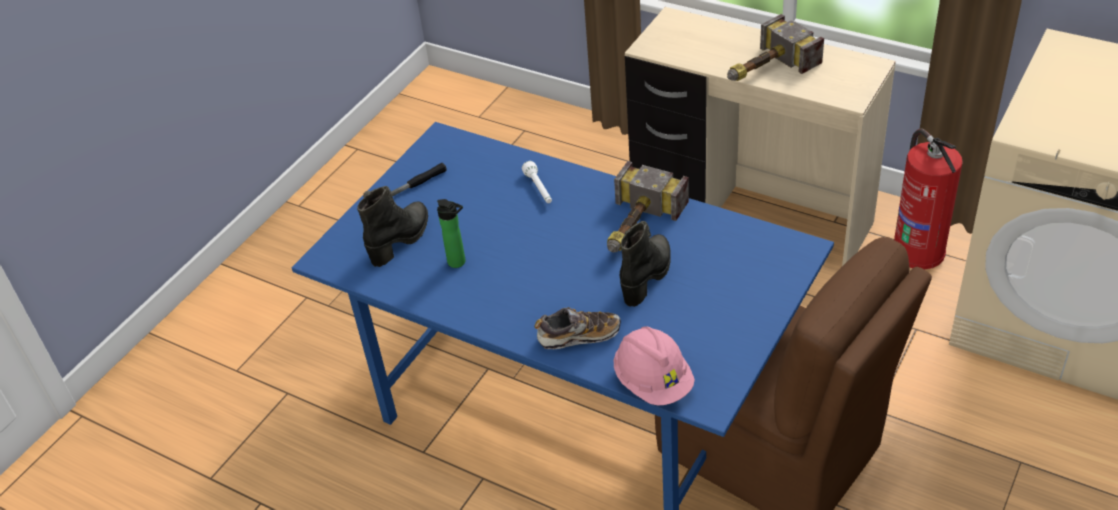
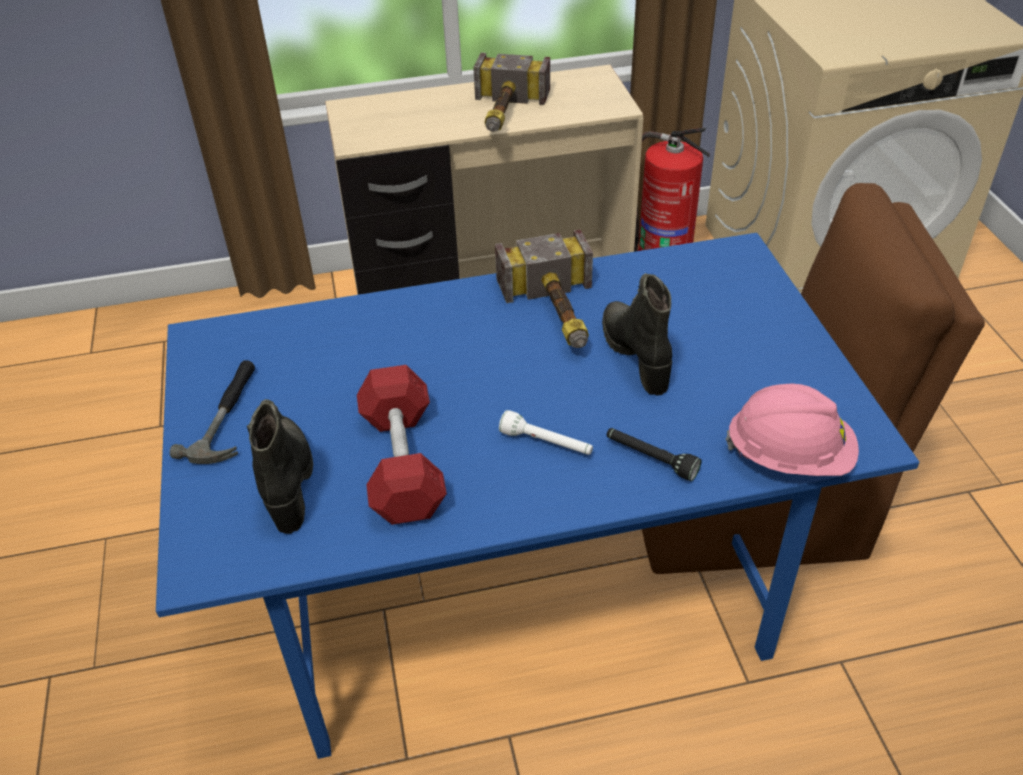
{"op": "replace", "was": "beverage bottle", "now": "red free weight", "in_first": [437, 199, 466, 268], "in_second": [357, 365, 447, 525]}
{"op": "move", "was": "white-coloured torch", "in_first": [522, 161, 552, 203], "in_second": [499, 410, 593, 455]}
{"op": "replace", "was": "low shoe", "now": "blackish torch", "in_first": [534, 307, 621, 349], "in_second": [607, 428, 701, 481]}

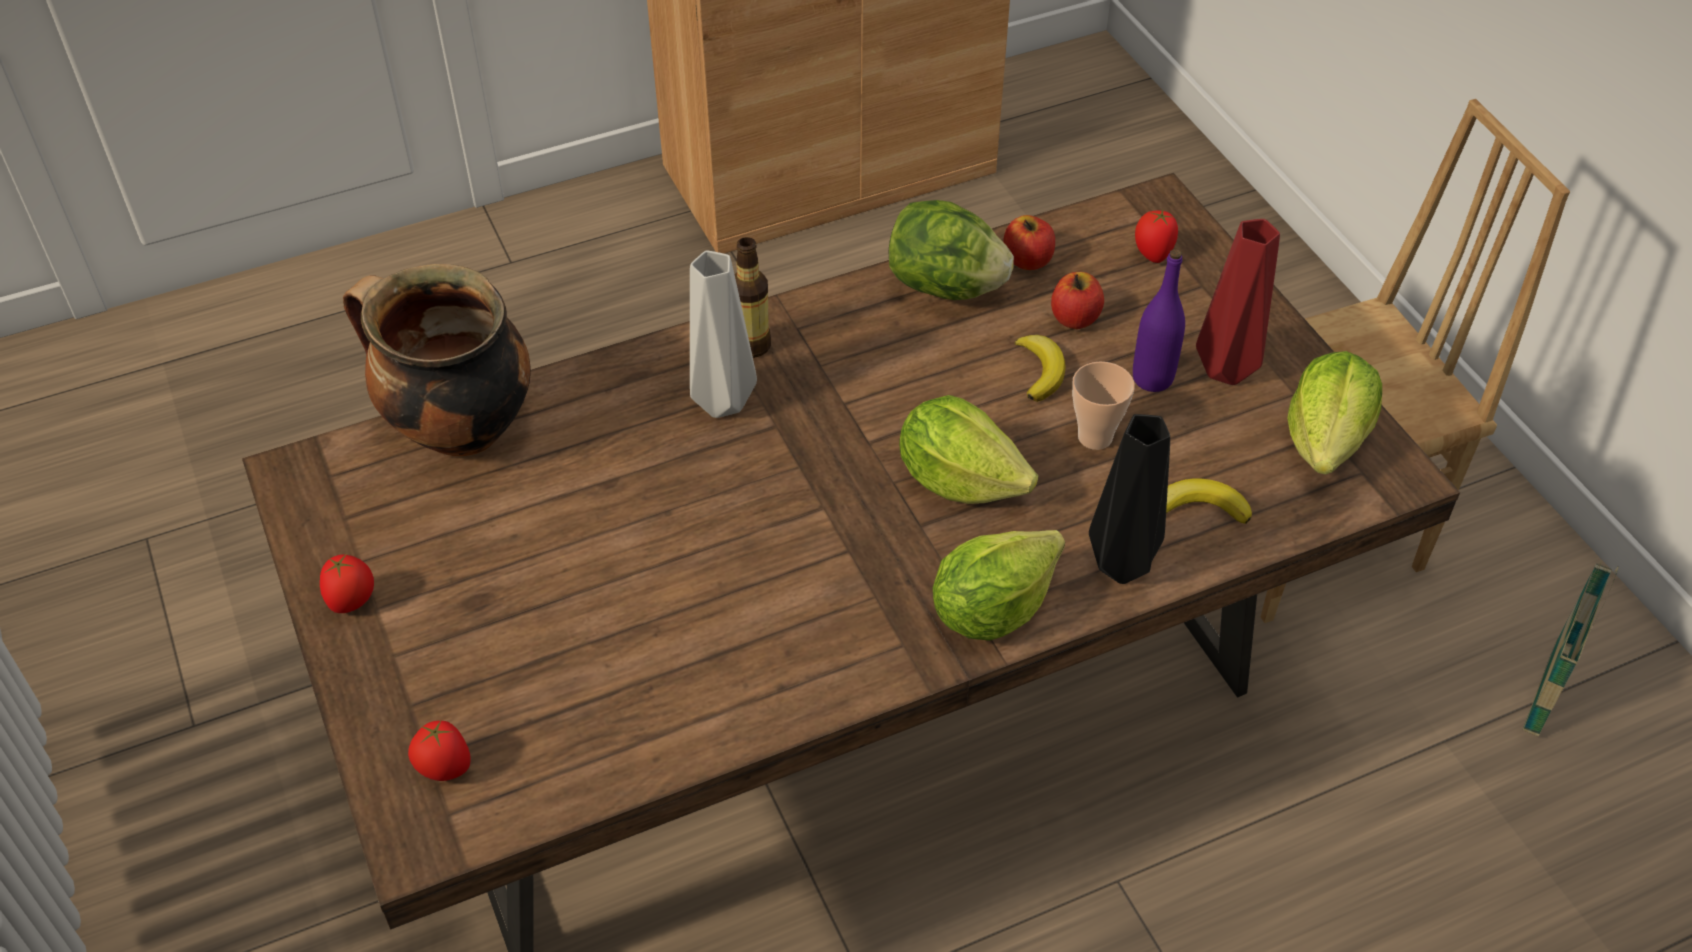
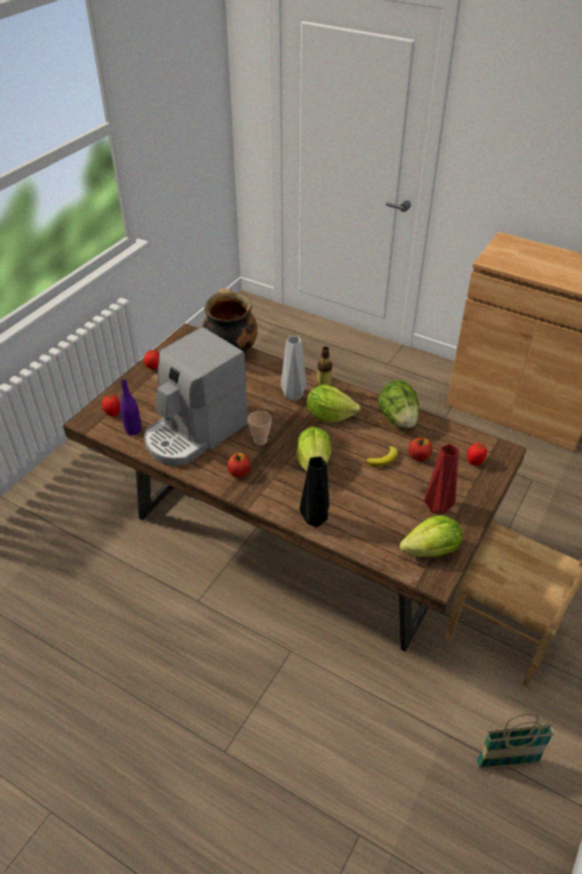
{"op": "move", "was": "purplish beverage bottle", "in_first": [1133, 249, 1185, 392], "in_second": [120, 377, 142, 435]}
{"op": "insert", "now": "coffee machine", "in_second": [144, 327, 248, 466]}
{"op": "move", "was": "apple fruit", "in_first": [1003, 215, 1055, 270], "in_second": [227, 453, 250, 478]}
{"op": "move", "was": "cup", "in_first": [1072, 362, 1135, 450], "in_second": [247, 411, 272, 446]}
{"op": "move", "was": "head of lettuce", "in_first": [933, 530, 1065, 641], "in_second": [307, 384, 361, 422]}
{"op": "delete", "was": "banana", "in_first": [1166, 478, 1252, 524]}

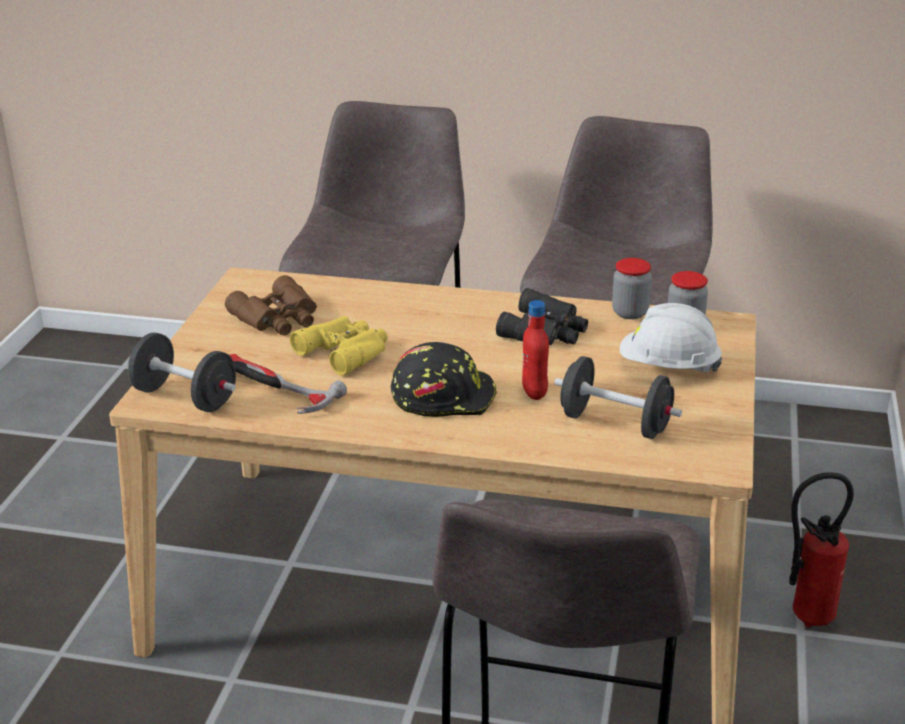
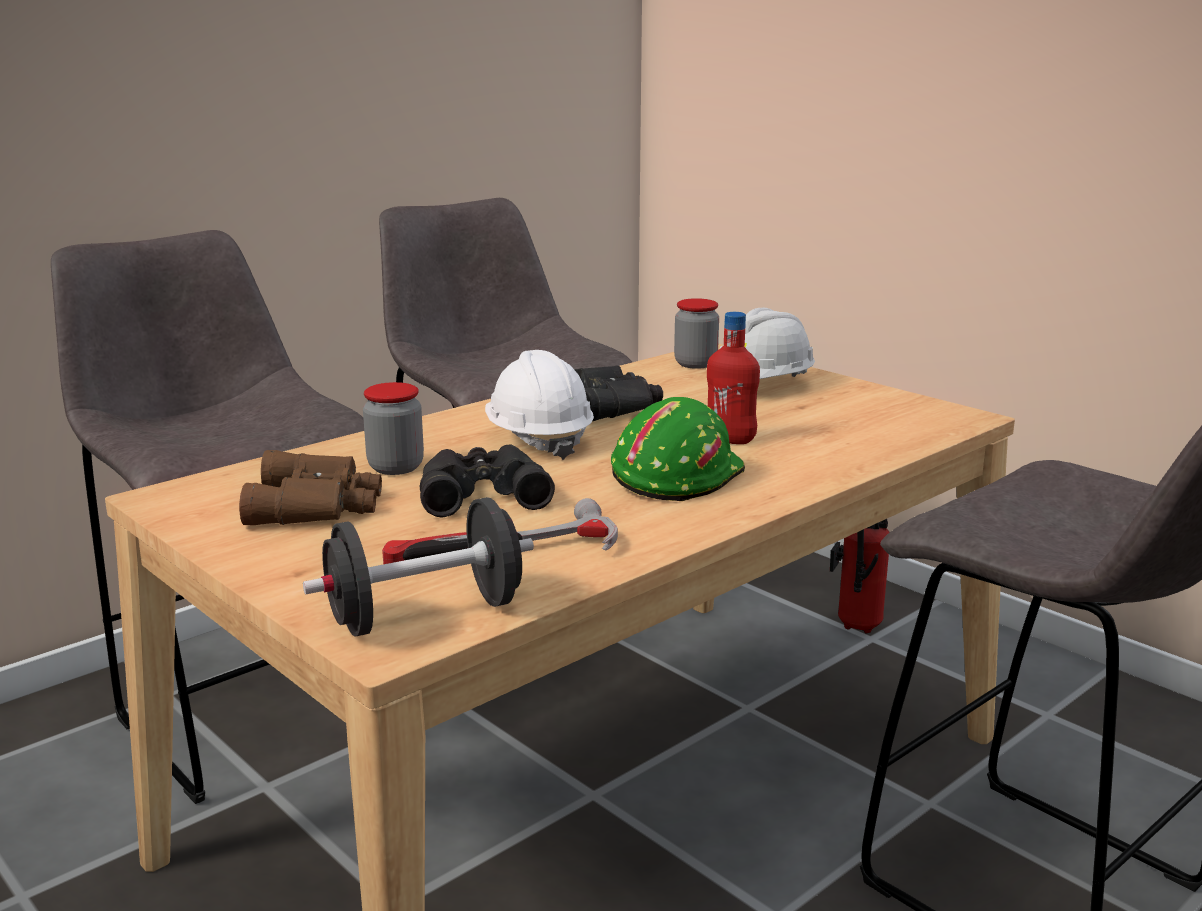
{"op": "move", "was": "preserve jar", "in_first": [612, 258, 652, 319], "in_second": [363, 382, 424, 475]}
{"op": "recolor", "was": "yellowish binoculars", "now": "blackish binoculars", "in_first": [290, 316, 388, 376], "in_second": [420, 445, 555, 518]}
{"op": "insert", "now": "white-coloured work helmet", "in_second": [485, 350, 594, 460]}
{"op": "recolor", "was": "blackish work helmet", "now": "green-coloured work helmet", "in_first": [391, 342, 497, 417], "in_second": [611, 397, 745, 501]}
{"op": "delete", "was": "blackish free weight", "in_first": [554, 356, 682, 439]}

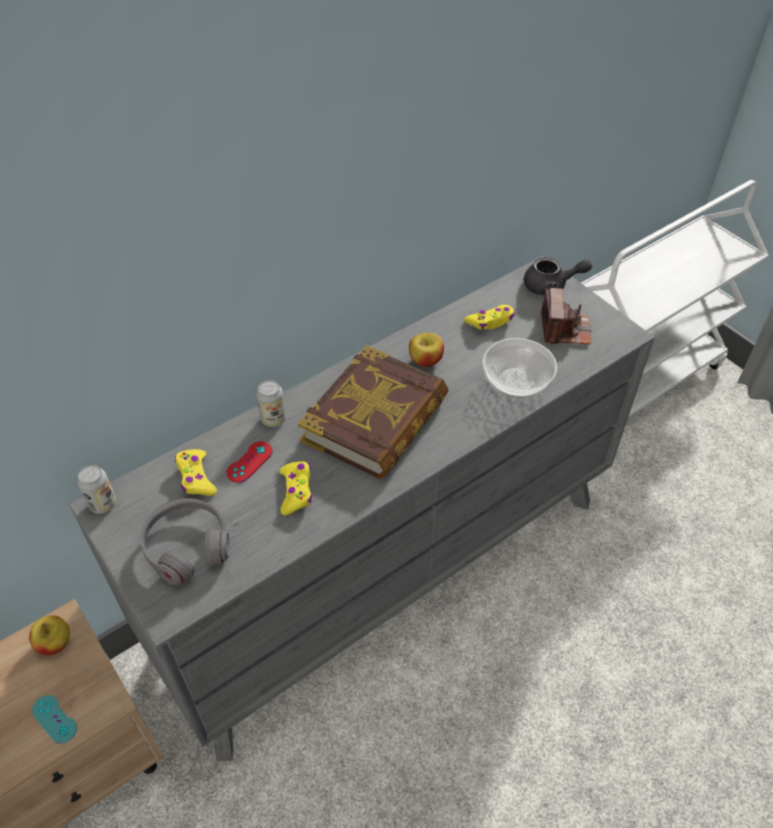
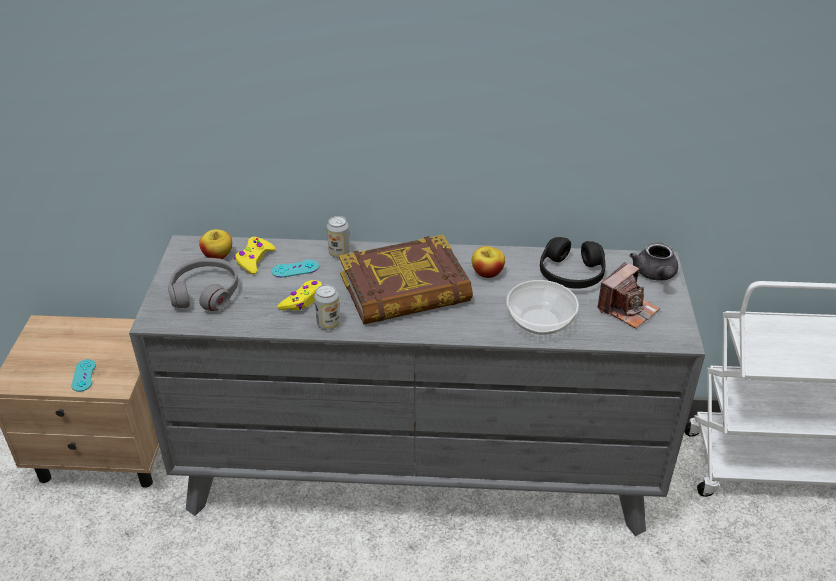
{"op": "move", "was": "apple fruit", "in_first": [29, 615, 70, 655], "in_second": [199, 229, 232, 259]}
{"op": "recolor", "was": "red joypad", "now": "turquoise joypad", "in_first": [226, 441, 273, 483], "in_second": [272, 260, 319, 278]}
{"op": "move", "was": "sealed can", "in_first": [77, 465, 116, 513], "in_second": [314, 284, 340, 330]}
{"op": "replace", "was": "yellowish joypad", "now": "blackish headset", "in_first": [464, 305, 515, 330], "in_second": [540, 237, 606, 289]}
{"op": "rotate", "was": "grey tea pot", "in_first": [524, 257, 592, 295], "in_second": [630, 242, 678, 281], "clockwise": 45}

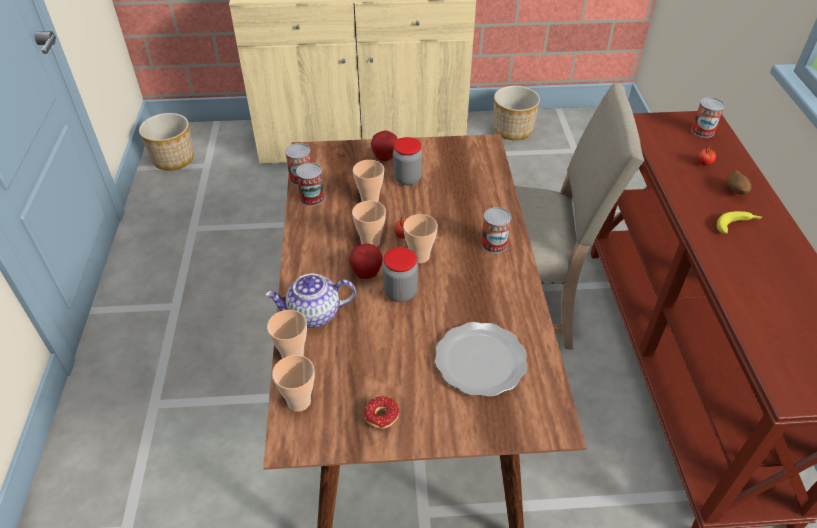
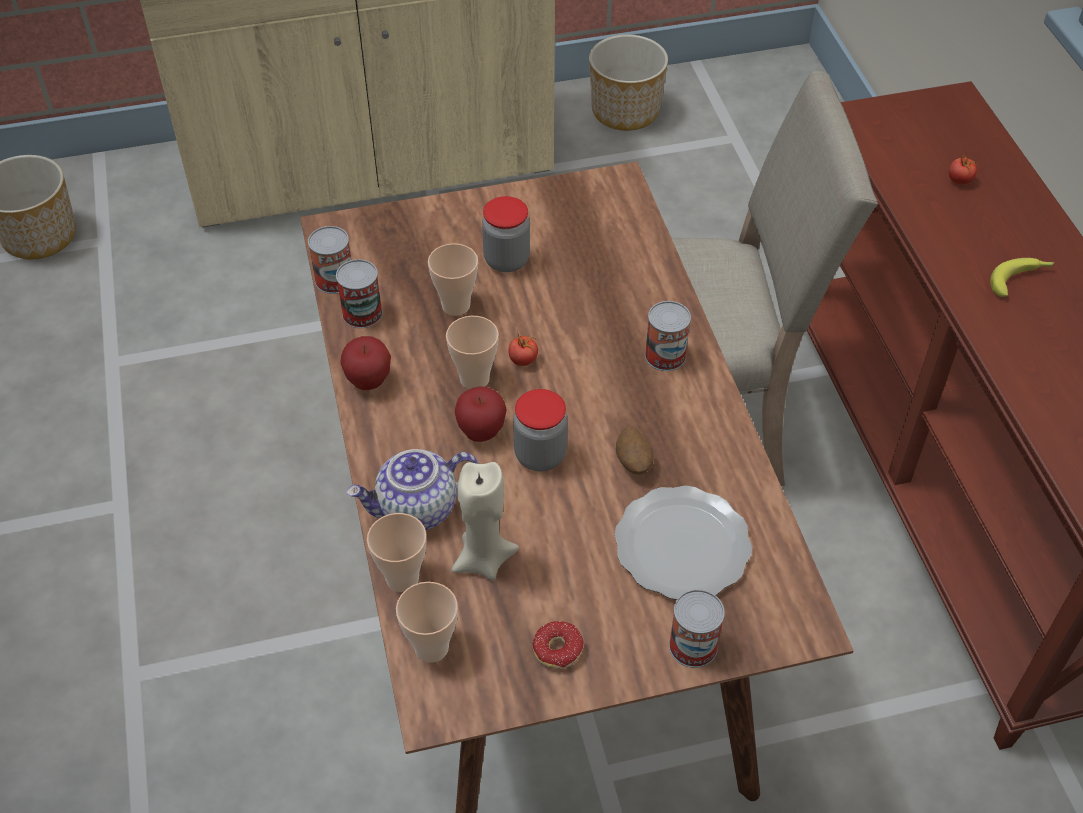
{"op": "move", "was": "apple fruit", "in_first": [371, 130, 398, 161], "in_second": [340, 336, 391, 390]}
{"op": "insert", "now": "beige-coloured wax candle", "in_second": [451, 462, 519, 581]}
{"op": "move", "was": "potato", "in_first": [727, 170, 751, 195], "in_second": [616, 426, 653, 475]}
{"op": "move", "was": "sealed can", "in_first": [691, 97, 725, 138], "in_second": [669, 589, 725, 668]}
{"op": "delete", "was": "cup", "in_first": [403, 214, 438, 263]}

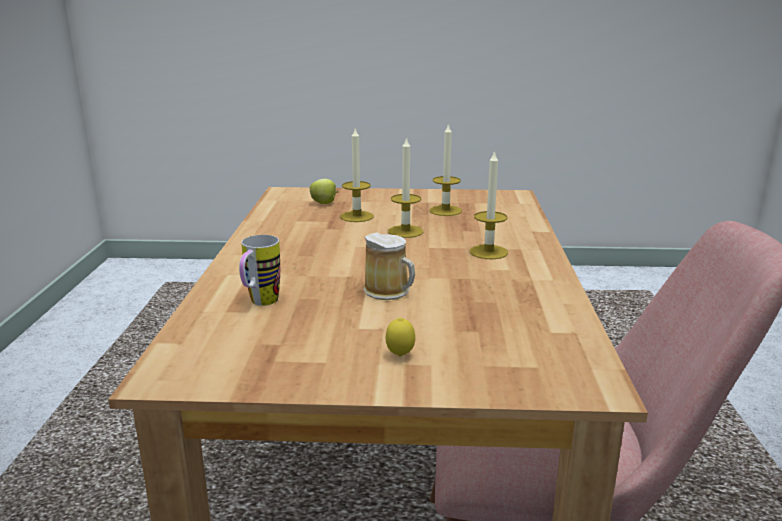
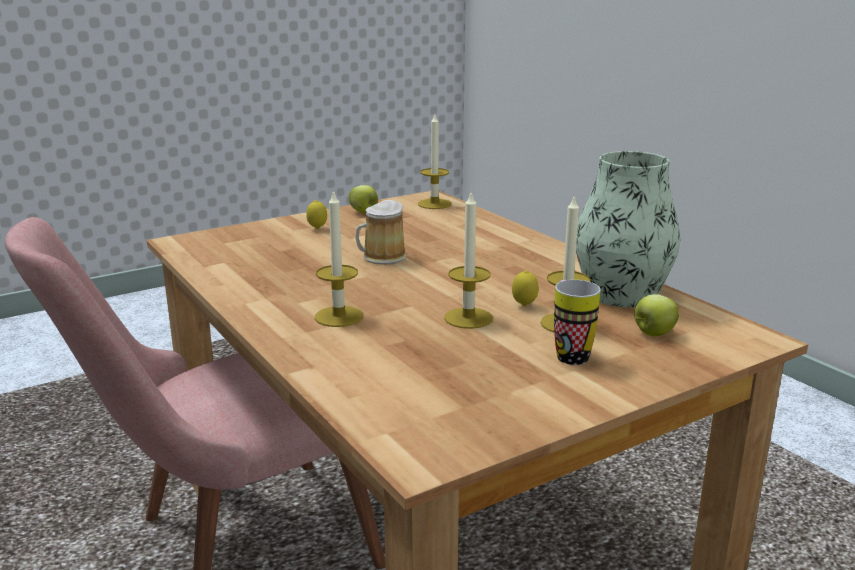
{"op": "insert", "now": "apple fruit", "in_second": [349, 185, 378, 213]}
{"op": "move", "was": "wax candle", "in_first": [429, 123, 462, 216], "in_second": [418, 114, 451, 209]}
{"op": "insert", "now": "citrus fruit", "in_second": [512, 270, 538, 306]}
{"op": "move", "was": "mug", "in_first": [239, 235, 280, 306], "in_second": [554, 280, 600, 365]}
{"op": "insert", "now": "flower vase", "in_second": [576, 151, 680, 307]}

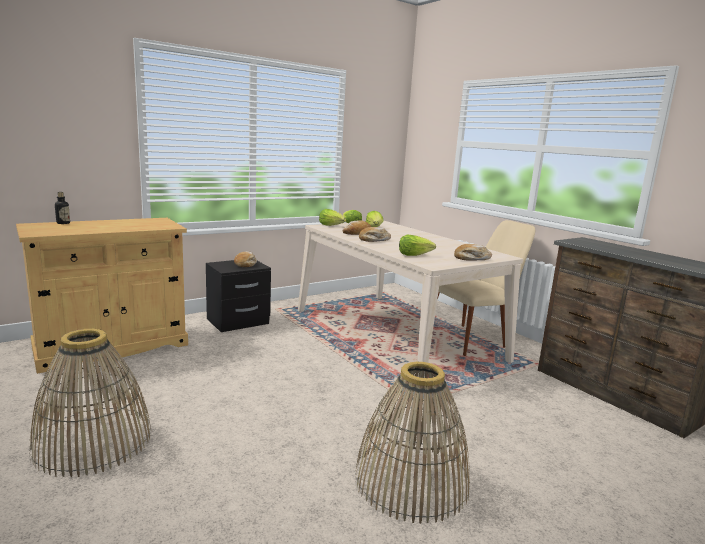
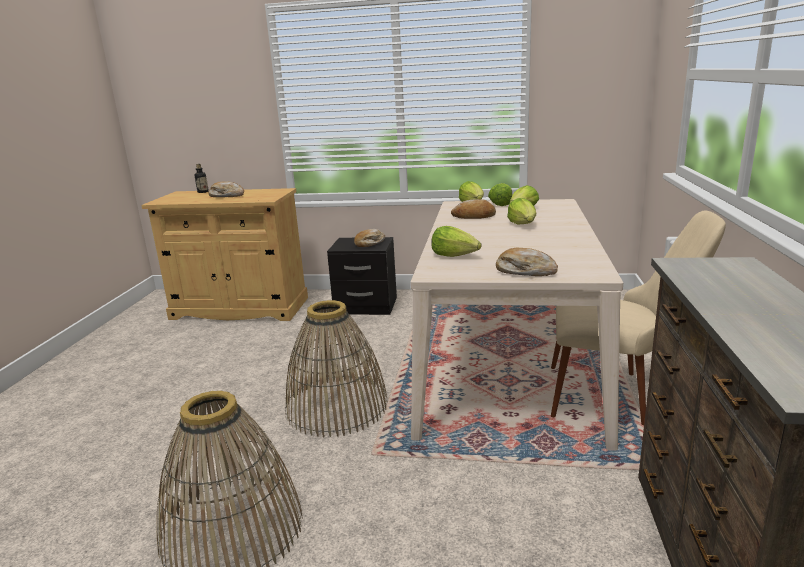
{"op": "move", "was": "bread", "in_first": [359, 227, 391, 242], "in_second": [208, 181, 244, 197]}
{"op": "move", "was": "household basket", "in_first": [29, 329, 151, 477], "in_second": [285, 300, 388, 437]}
{"op": "insert", "now": "head of lettuce", "in_second": [507, 198, 536, 225]}

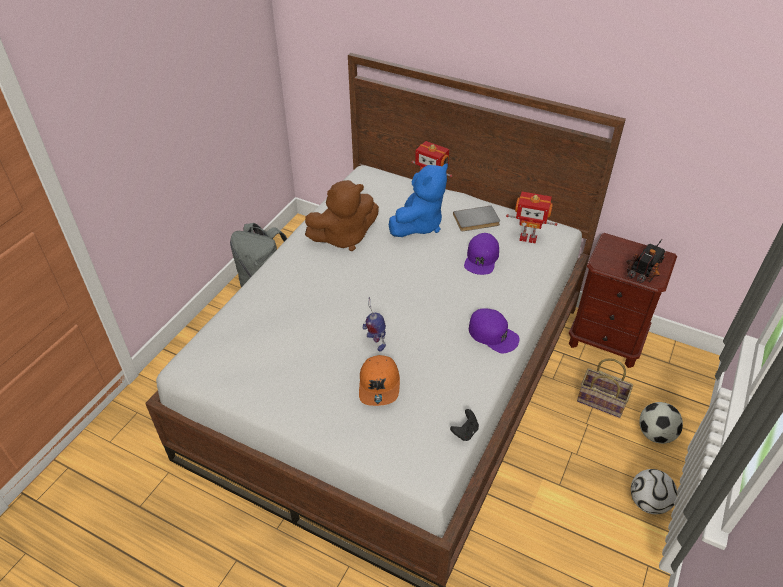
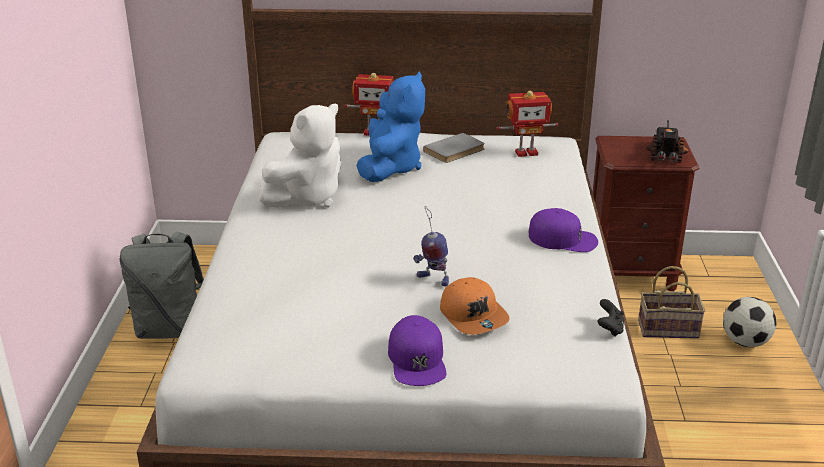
{"op": "recolor", "was": "brown-coloured cuddly toy", "now": "white-coloured cuddly toy", "in_first": [305, 180, 379, 251], "in_second": [260, 103, 341, 208]}
{"op": "move", "was": "purplish cap", "in_first": [464, 233, 499, 275], "in_second": [388, 315, 446, 386]}
{"op": "delete", "was": "ball for football", "in_first": [631, 469, 677, 514]}

